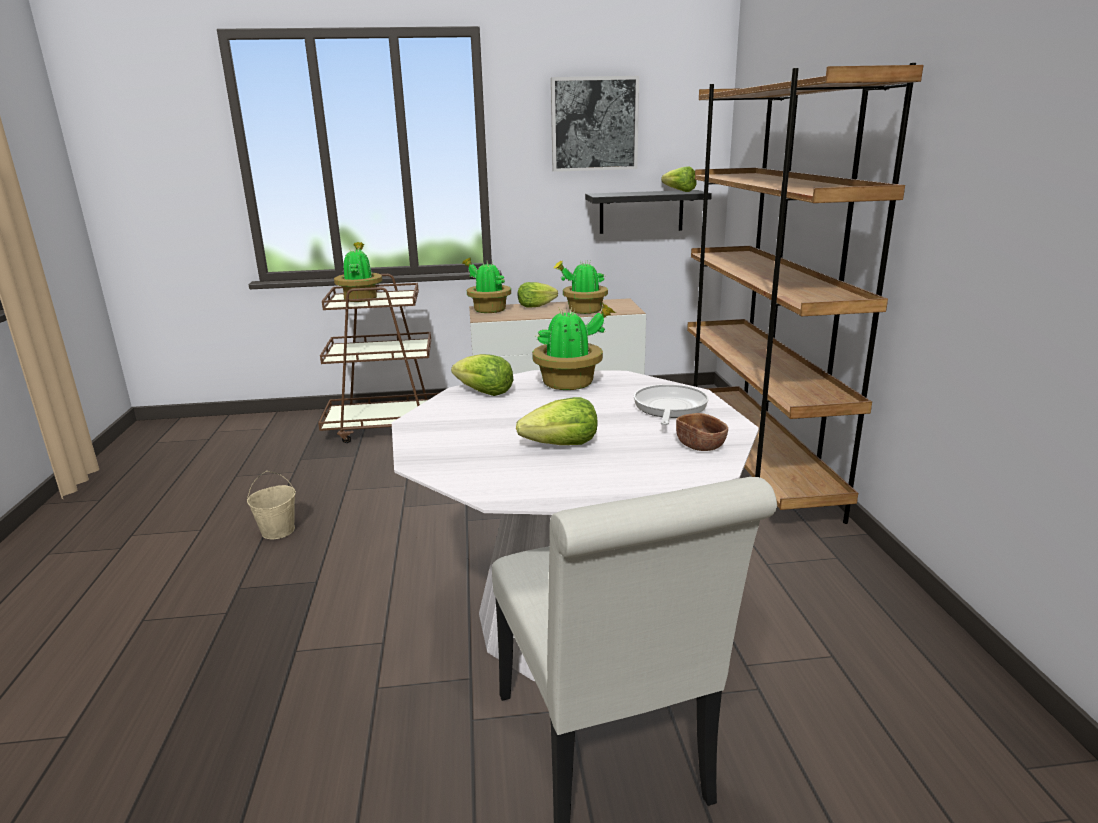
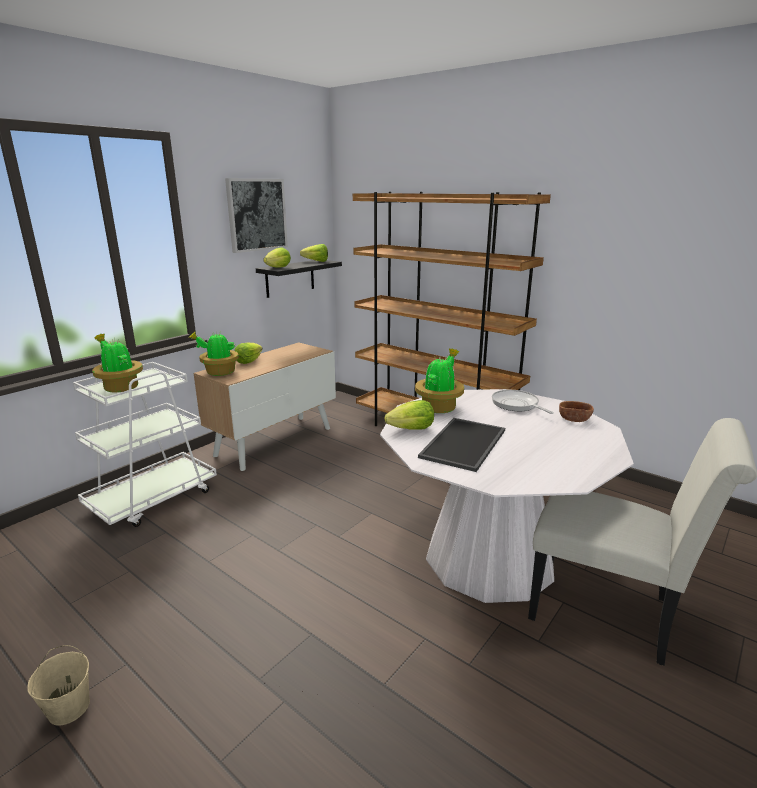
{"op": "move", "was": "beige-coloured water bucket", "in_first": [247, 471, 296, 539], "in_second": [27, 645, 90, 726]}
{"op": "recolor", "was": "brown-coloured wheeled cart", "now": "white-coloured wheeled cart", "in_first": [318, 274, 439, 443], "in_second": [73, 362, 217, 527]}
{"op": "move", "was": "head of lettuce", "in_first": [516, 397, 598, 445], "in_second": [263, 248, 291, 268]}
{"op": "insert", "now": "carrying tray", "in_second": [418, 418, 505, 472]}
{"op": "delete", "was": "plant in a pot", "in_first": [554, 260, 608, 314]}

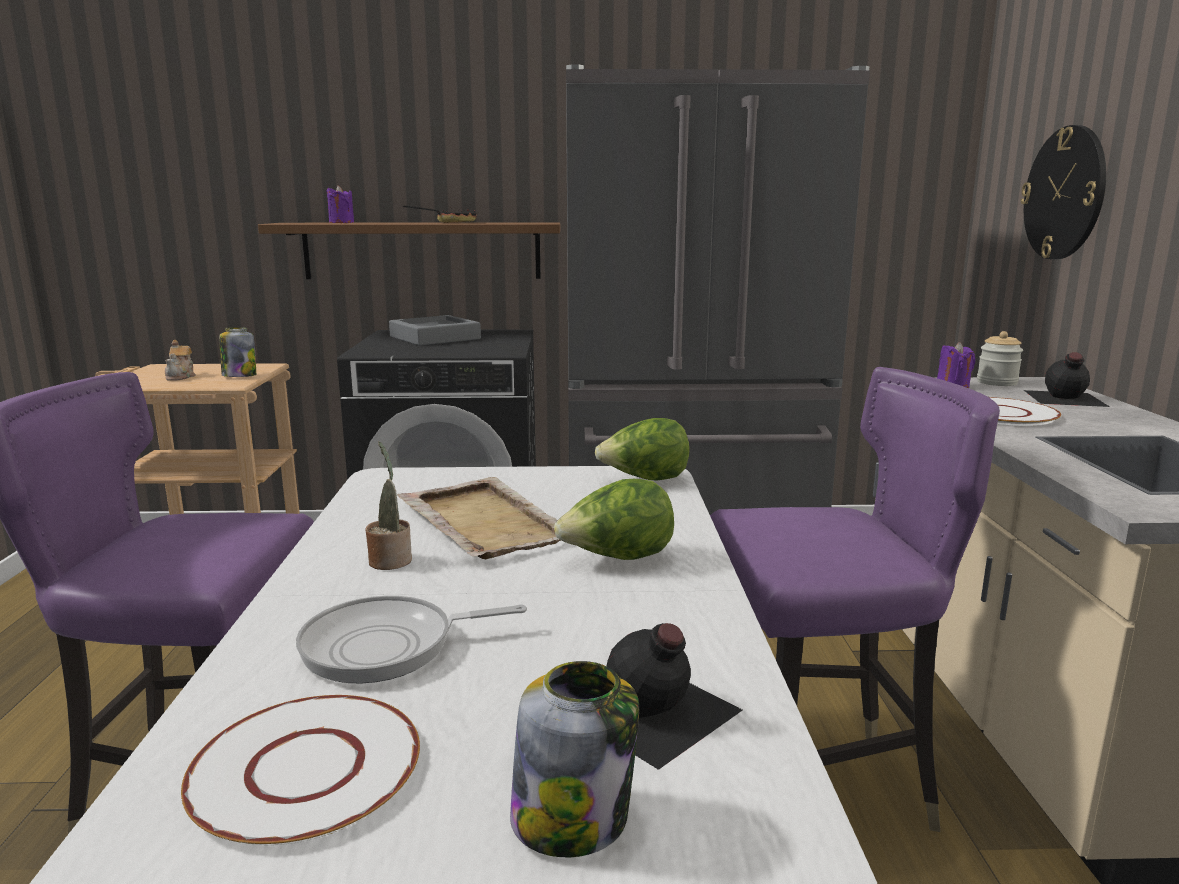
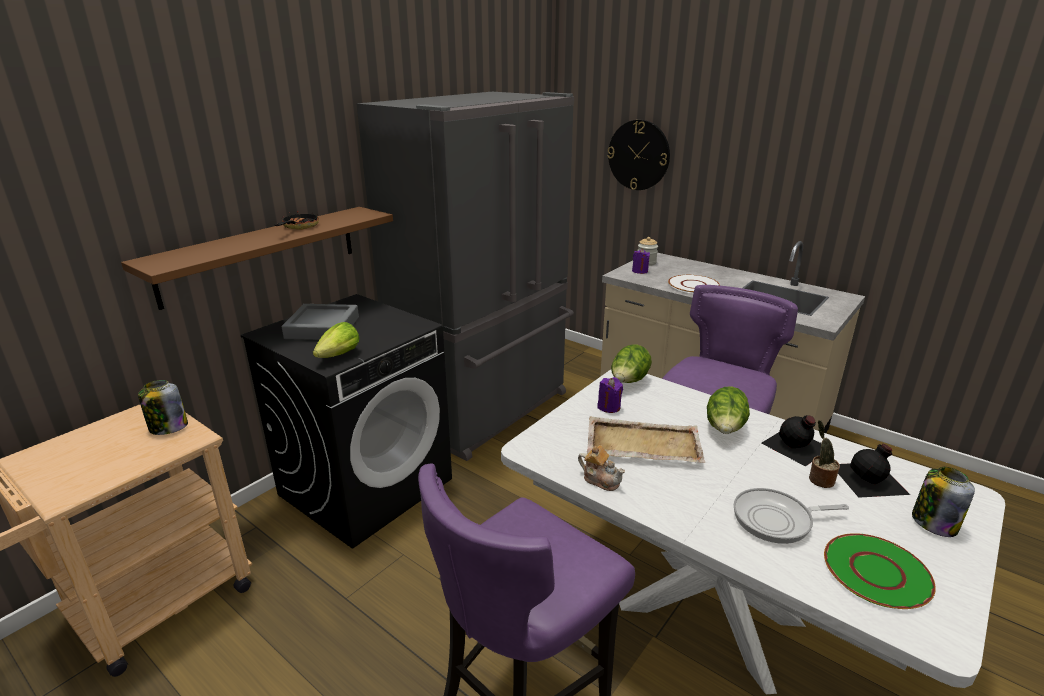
{"op": "insert", "now": "head of lettuce", "in_second": [313, 322, 359, 358]}
{"op": "move", "was": "tea pot", "in_first": [165, 340, 196, 381], "in_second": [578, 445, 625, 491]}
{"op": "move", "was": "purplish wax candle", "in_first": [326, 185, 354, 223], "in_second": [597, 377, 623, 413]}
{"op": "rotate", "was": "pan", "in_first": [296, 596, 527, 684], "in_second": [734, 488, 849, 544], "clockwise": 60}
{"op": "move", "was": "blackish beverage bottle", "in_first": [1024, 352, 1110, 407], "in_second": [761, 415, 821, 466]}
{"op": "move", "was": "plant in a pot", "in_first": [365, 441, 412, 570], "in_second": [809, 420, 840, 488]}
{"op": "recolor", "was": "white-coloured plate", "now": "green-coloured plate", "in_first": [181, 695, 420, 845], "in_second": [824, 533, 936, 609]}

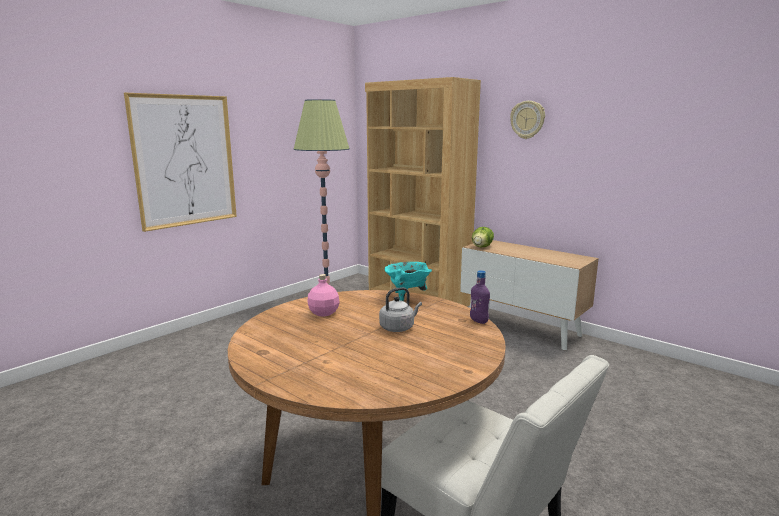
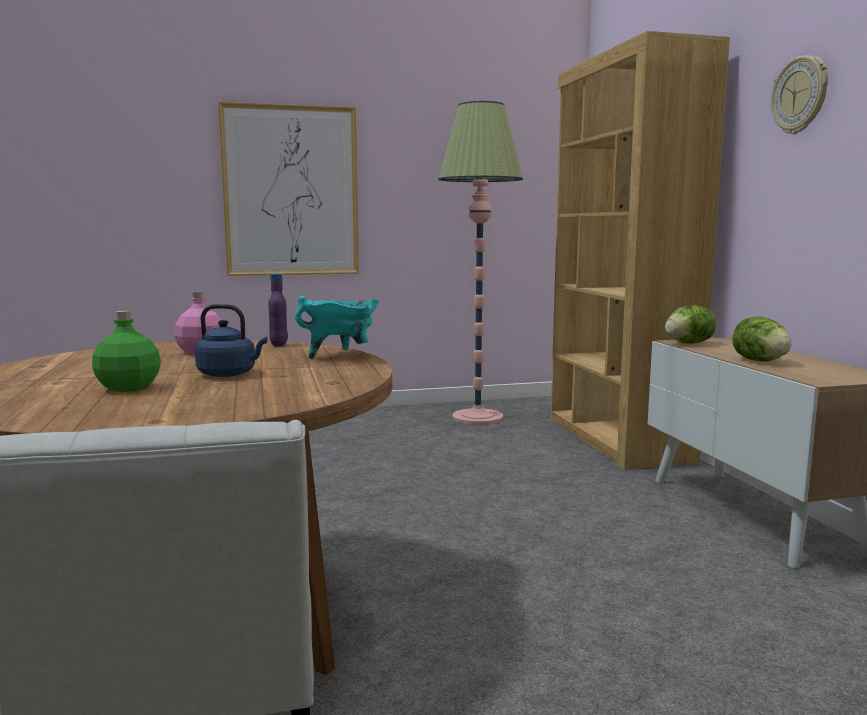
{"op": "insert", "now": "green-coloured beverage bottle", "in_second": [92, 310, 161, 392]}
{"op": "recolor", "was": "grey water kettle", "now": "blue water kettle", "in_first": [379, 287, 422, 332], "in_second": [195, 304, 267, 377]}
{"op": "move", "was": "purplish beverage bottle", "in_first": [470, 270, 490, 324], "in_second": [268, 273, 288, 347]}
{"op": "insert", "now": "head of lettuce", "in_second": [732, 317, 791, 362]}

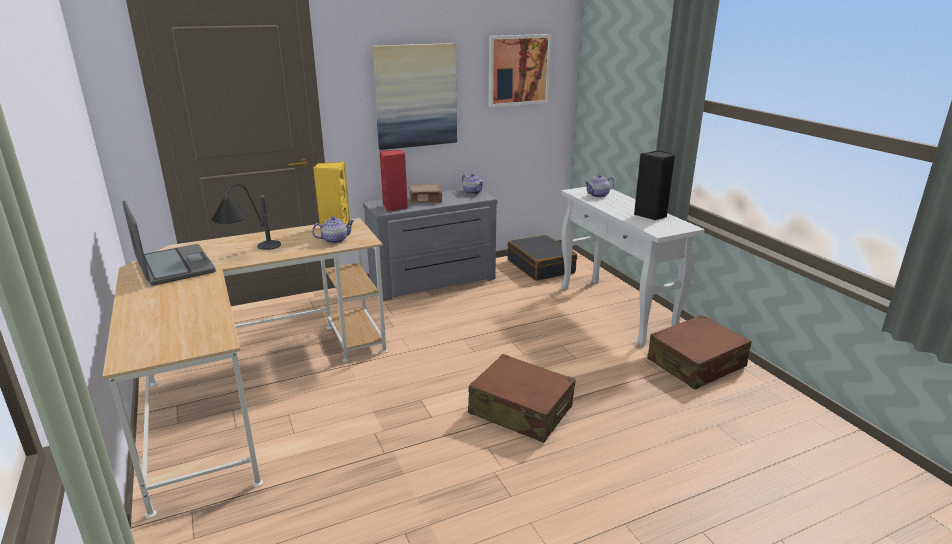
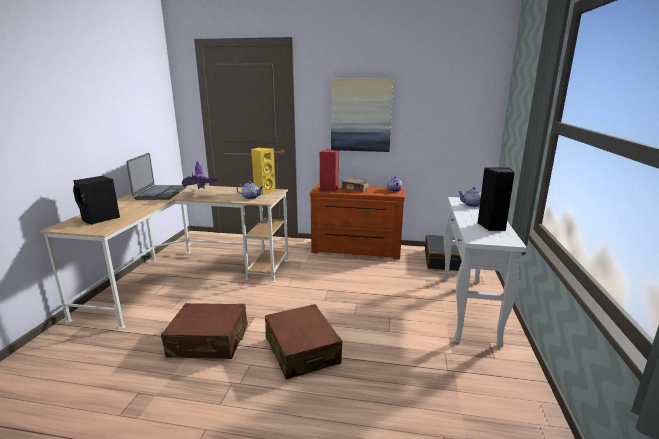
{"op": "insert", "now": "blackish audio speaker", "in_second": [73, 176, 120, 224]}
{"op": "move", "was": "brown-coloured travel case", "in_first": [647, 315, 752, 390], "in_second": [161, 303, 248, 359]}
{"op": "replace", "was": "table lamp", "now": "purplish hat", "in_first": [212, 184, 281, 250], "in_second": [182, 161, 218, 189]}
{"op": "recolor", "was": "grey chest of drawers", "now": "brown-coloured chest of drawers", "in_first": [363, 189, 497, 301], "in_second": [310, 184, 405, 260]}
{"op": "delete", "was": "wall art", "in_first": [489, 34, 551, 107]}

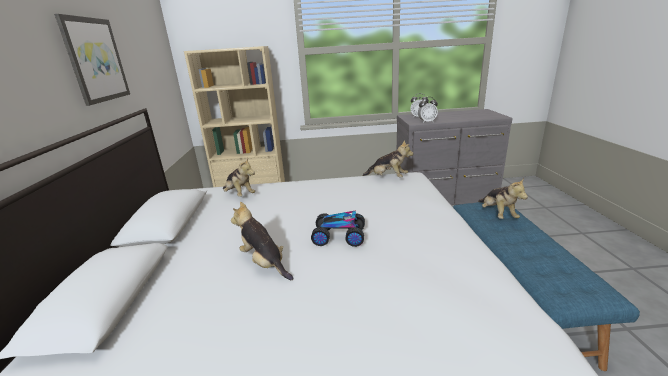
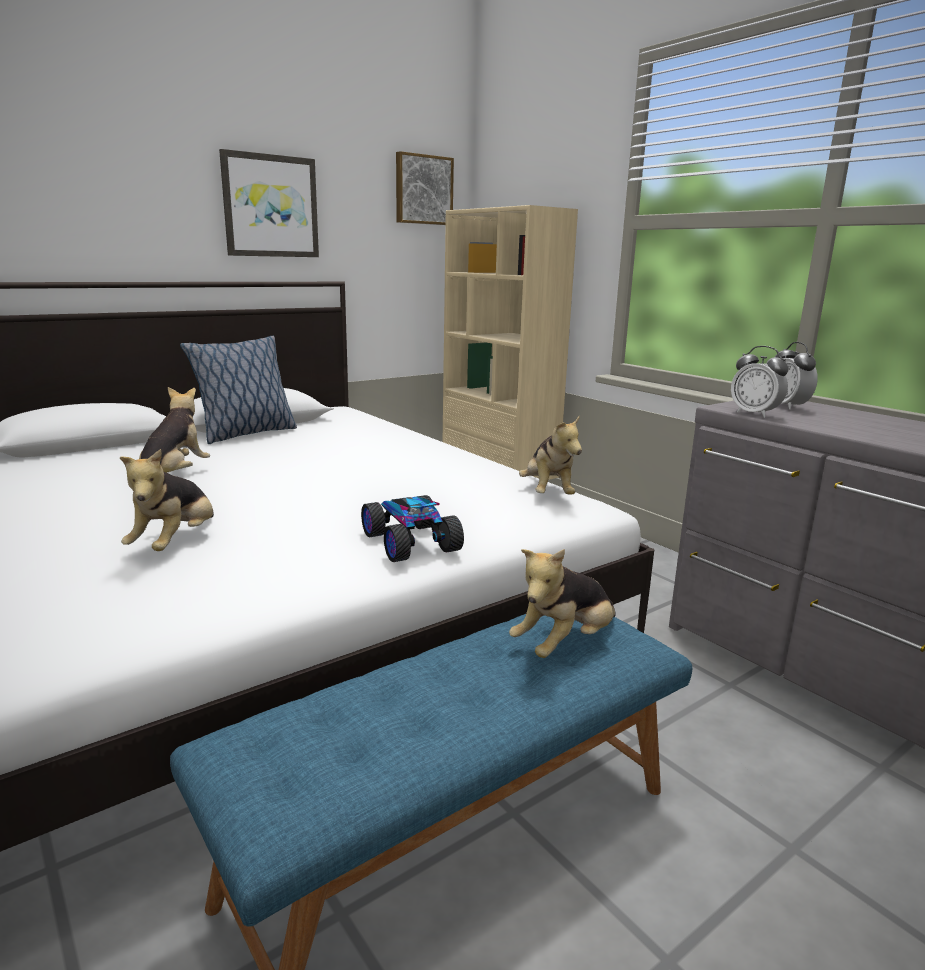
{"op": "move", "was": "cuddly toy", "in_first": [223, 158, 255, 197], "in_second": [120, 449, 214, 551]}
{"op": "insert", "now": "throw pillow", "in_second": [180, 336, 297, 444]}
{"op": "move", "was": "miniature car", "in_first": [311, 210, 365, 247], "in_second": [361, 495, 464, 562]}
{"op": "insert", "now": "wall art", "in_second": [396, 151, 454, 225]}

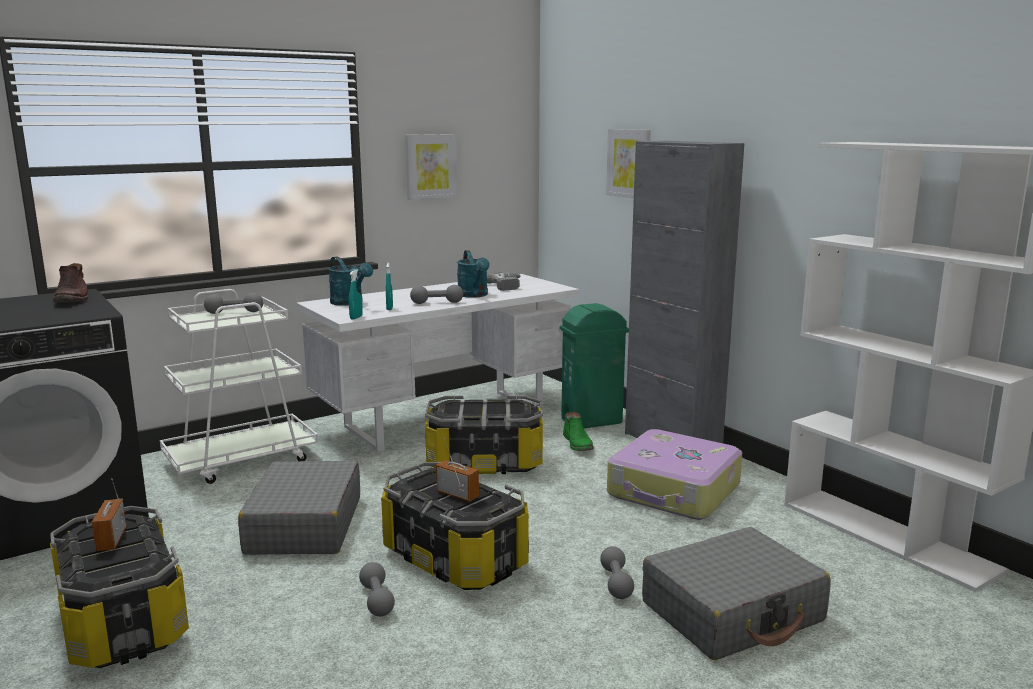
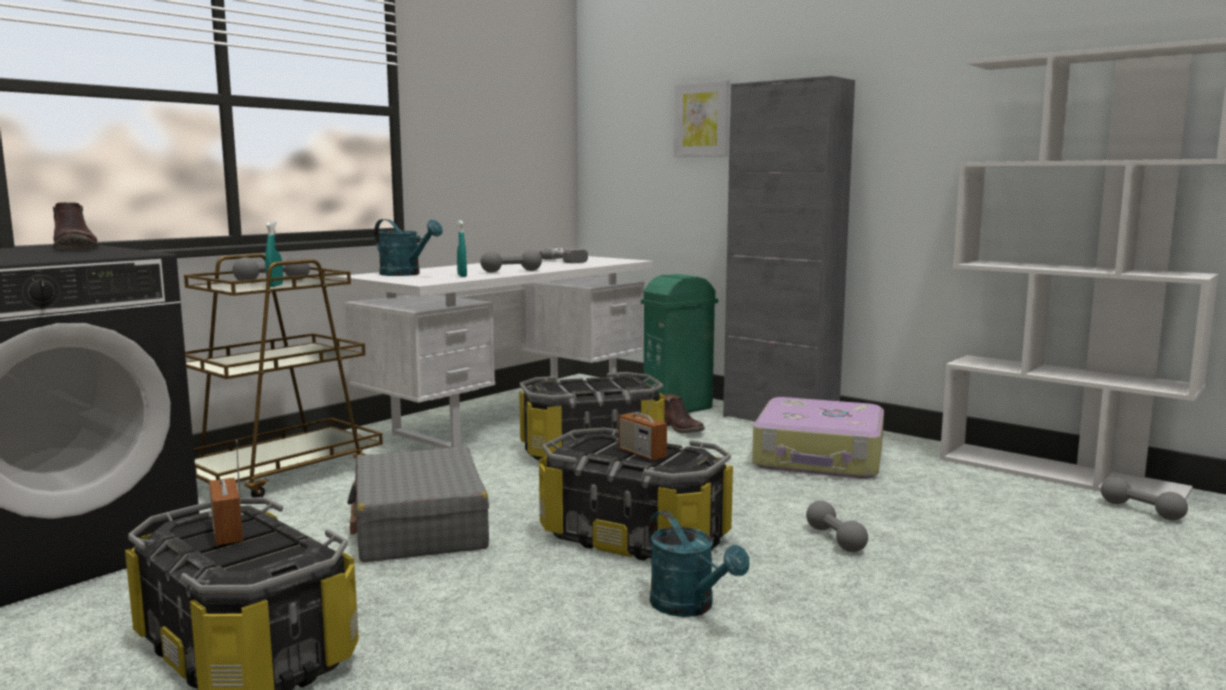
{"op": "recolor", "was": "white-coloured wheeled cart", "now": "brown-coloured wheeled cart", "in_first": [160, 289, 318, 484], "in_second": [184, 254, 383, 497]}
{"op": "move", "was": "turquoise spray bottle", "in_first": [349, 269, 363, 320], "in_second": [265, 221, 283, 287]}
{"op": "rotate", "was": "radio set", "in_first": [436, 438, 479, 502], "in_second": [619, 380, 667, 461], "clockwise": -150}
{"op": "move", "was": "turquoise sprinkling can", "in_first": [457, 250, 490, 298], "in_second": [649, 510, 750, 617]}
{"op": "recolor", "was": "green-coloured high-top boot", "now": "brown-coloured high-top boot", "in_first": [563, 412, 594, 451], "in_second": [664, 394, 705, 433]}
{"op": "move", "was": "grey free weight", "in_first": [359, 562, 395, 617], "in_second": [1101, 477, 1188, 520]}
{"op": "delete", "was": "wall art", "in_first": [406, 134, 457, 200]}
{"op": "delete", "was": "grey travel case", "in_first": [642, 527, 830, 660]}

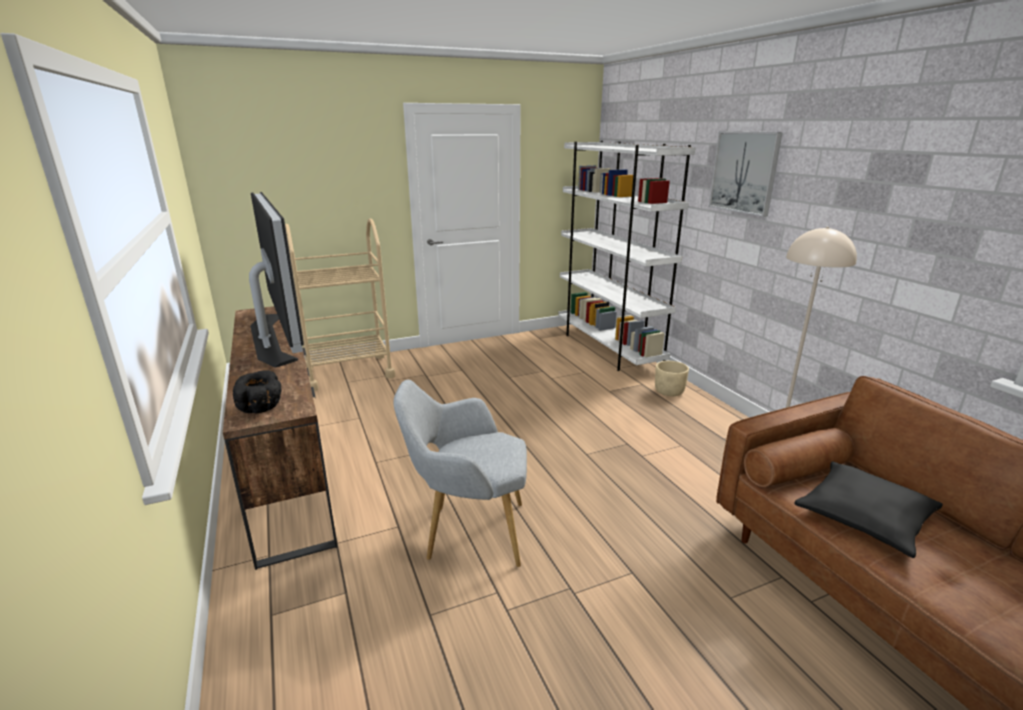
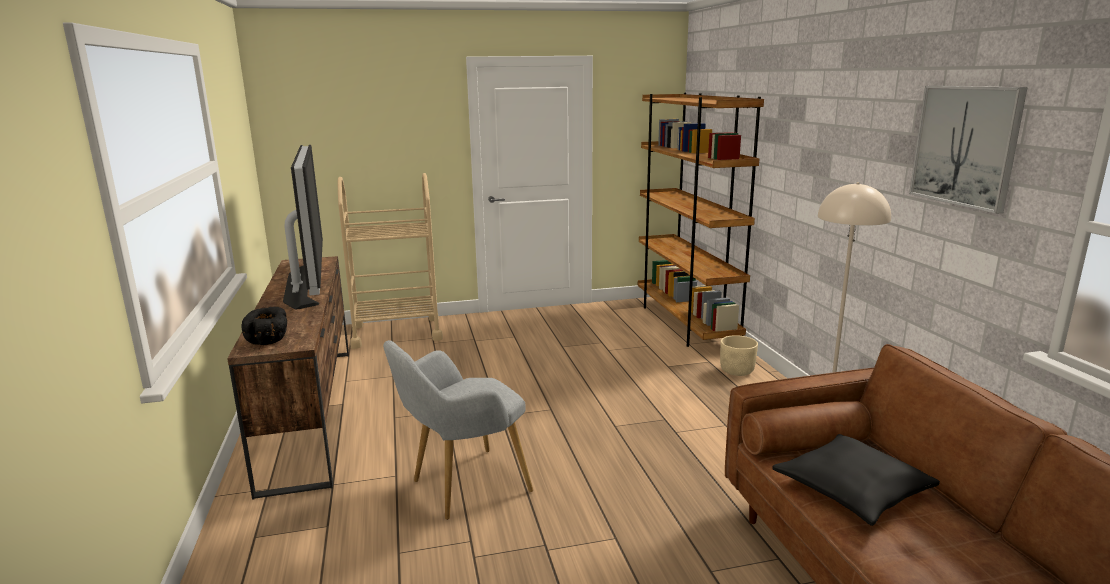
{"op": "rotate", "was": "grey lounge chair", "in_first": [393, 380, 527, 567], "in_second": [383, 340, 533, 520], "clockwise": -45}
{"op": "recolor", "was": "white-coloured bookshelf", "now": "brown-coloured bookshelf", "in_first": [558, 141, 696, 371], "in_second": [638, 93, 764, 347]}
{"op": "move", "was": "wall art", "in_first": [709, 131, 783, 217], "in_second": [909, 86, 1028, 214]}

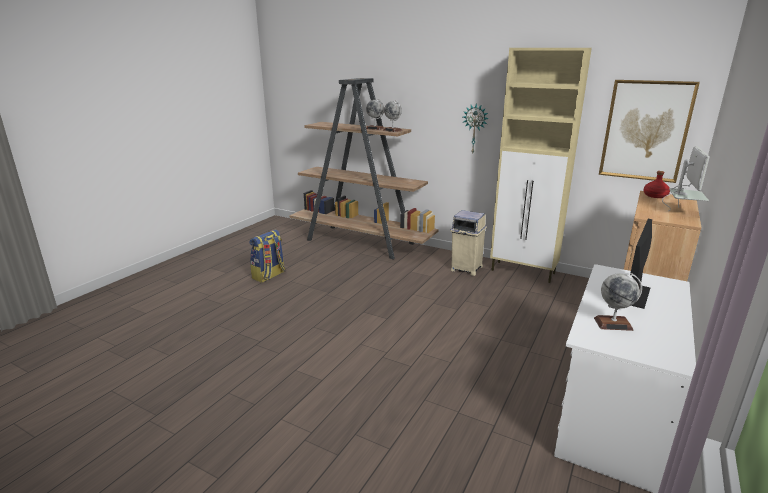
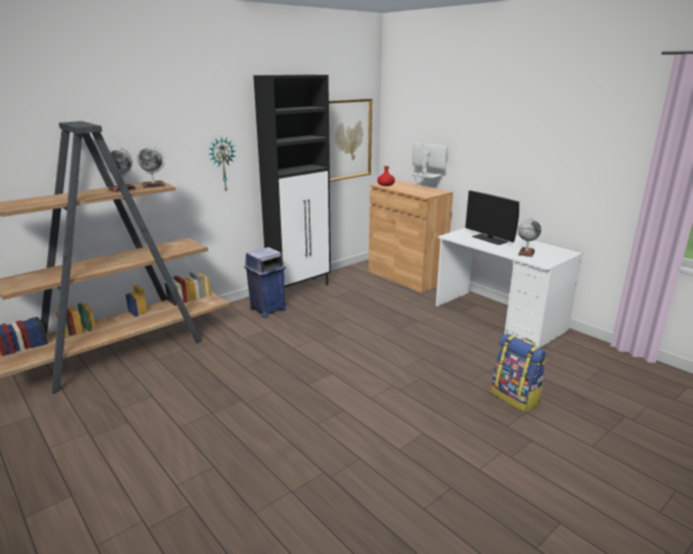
{"op": "recolor", "was": "beige-coloured trash can", "now": "blue trash can", "in_first": [450, 210, 487, 276], "in_second": [244, 247, 286, 318]}
{"op": "recolor", "was": "beige-coloured cabinet", "now": "blackish cabinet", "in_first": [490, 48, 592, 283], "in_second": [253, 75, 331, 287]}
{"op": "move", "was": "rucksack", "in_first": [249, 229, 285, 283], "in_second": [491, 334, 546, 412]}

